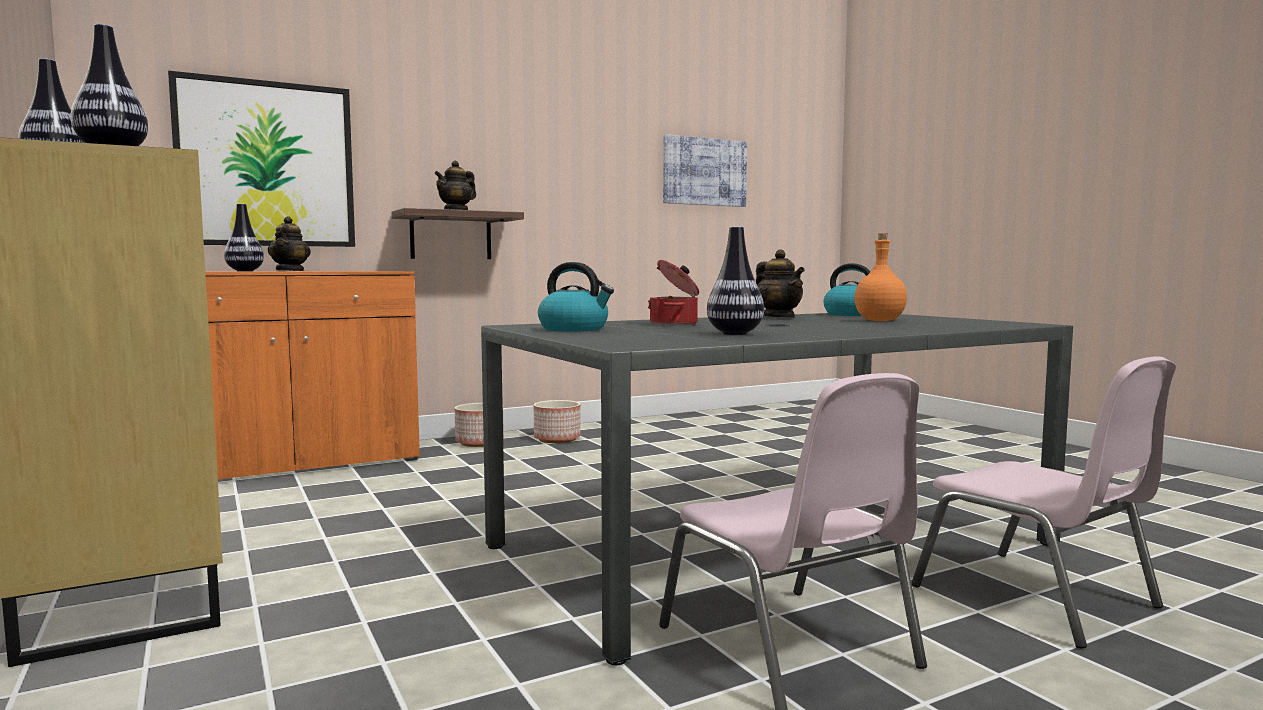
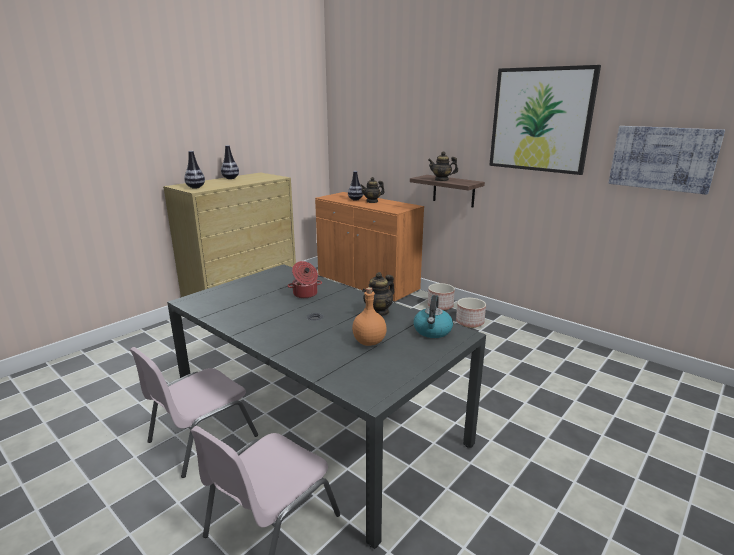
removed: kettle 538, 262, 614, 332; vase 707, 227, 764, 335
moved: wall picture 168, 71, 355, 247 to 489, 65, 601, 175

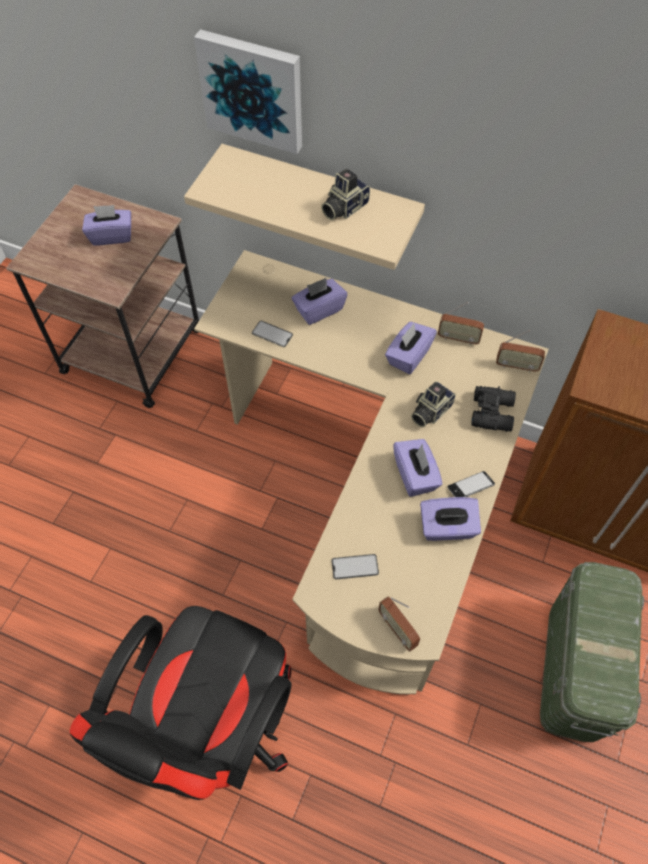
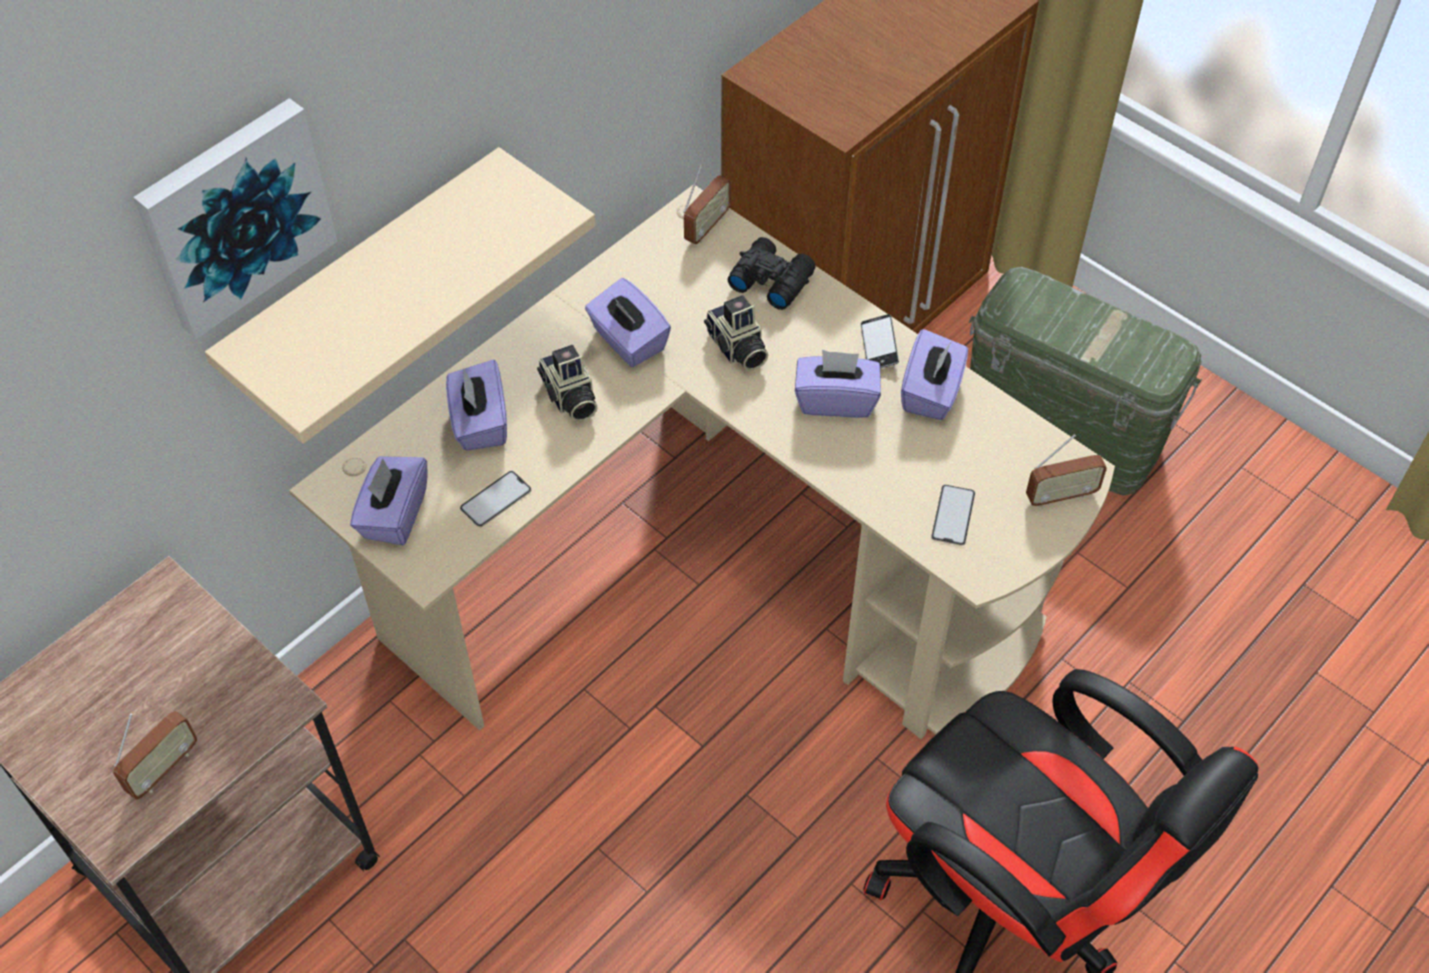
moved: purple tissue holder 82, 205, 131, 246 to 350, 456, 427, 545; still camera 321, 169, 370, 220 to 537, 345, 598, 421; radio set 438, 302, 484, 346 to 113, 711, 197, 800

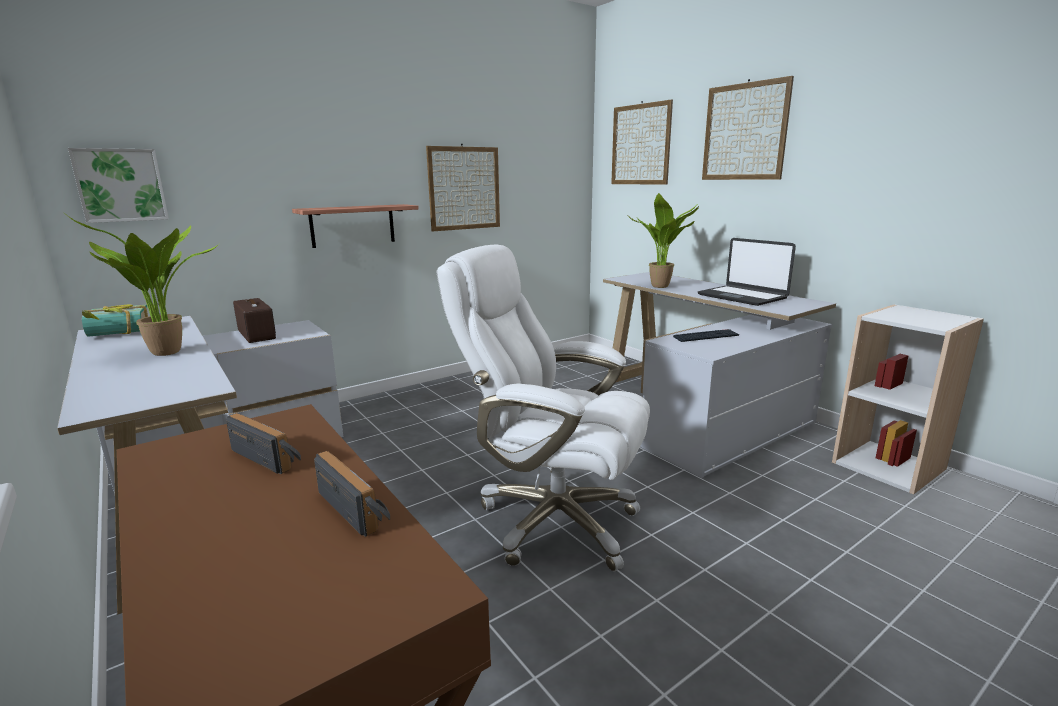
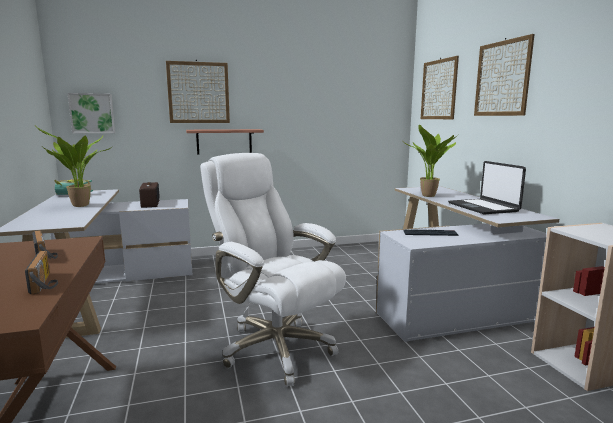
moved: wall picture 426, 144, 500, 231 to 166, 60, 230, 123

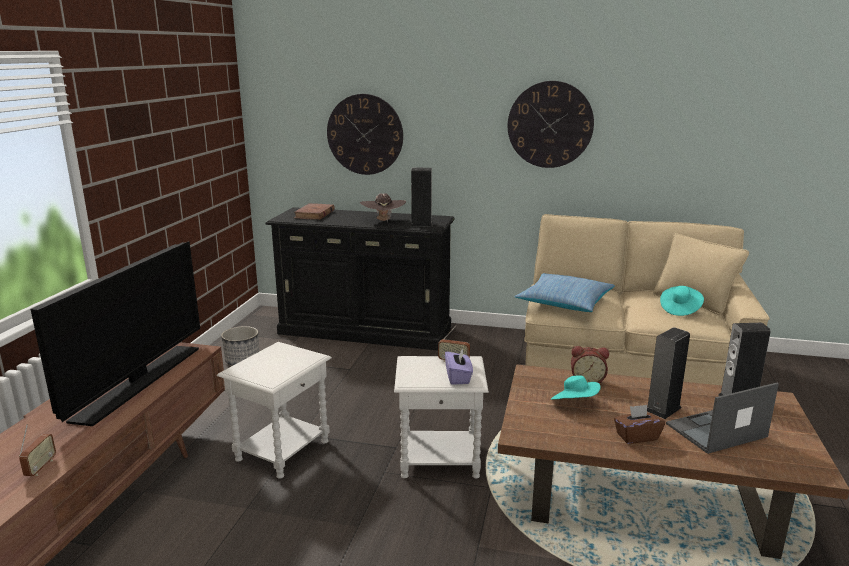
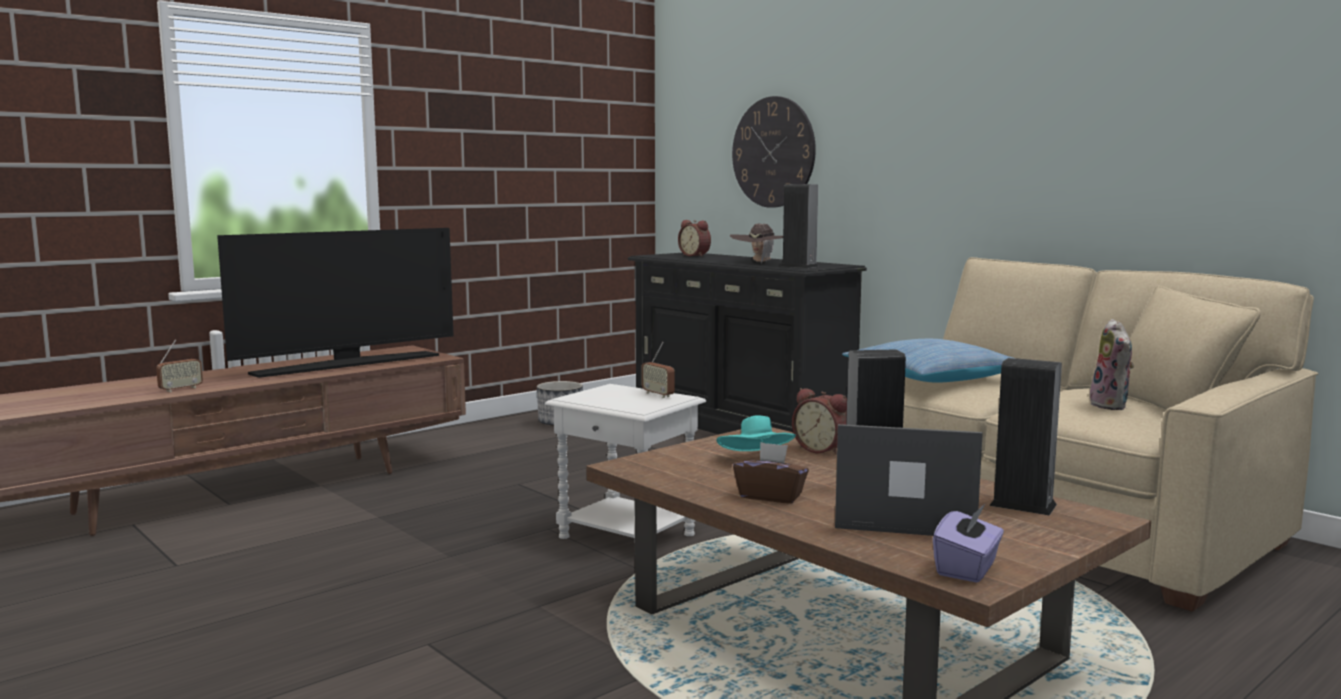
removed: white-coloured accent table 217, 342, 332, 479; hanging clock 508, 81, 594, 168
moved: purple tissue holder 445, 347, 473, 385 to 933, 504, 1004, 583
replaced: brownish bound book 294, 203, 335, 220 to bedside clock 678, 220, 711, 257; turquoise-coloured wearable hat 660, 286, 704, 316 to soft toy 1090, 319, 1134, 410

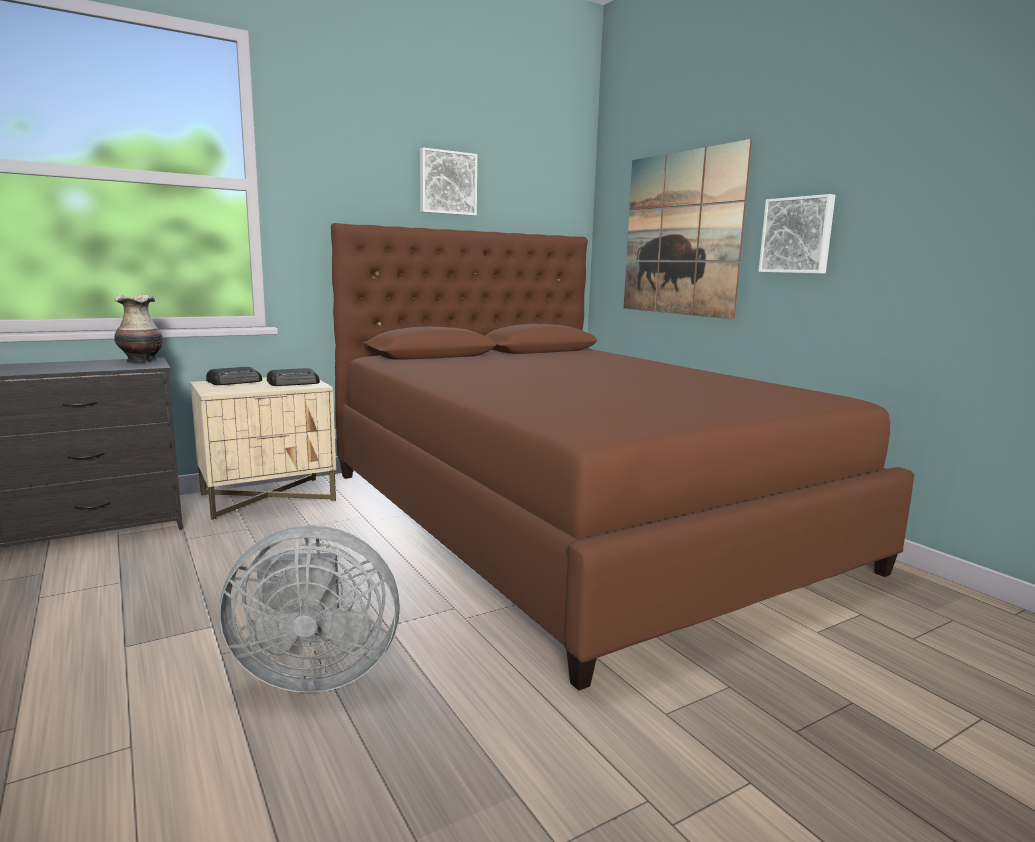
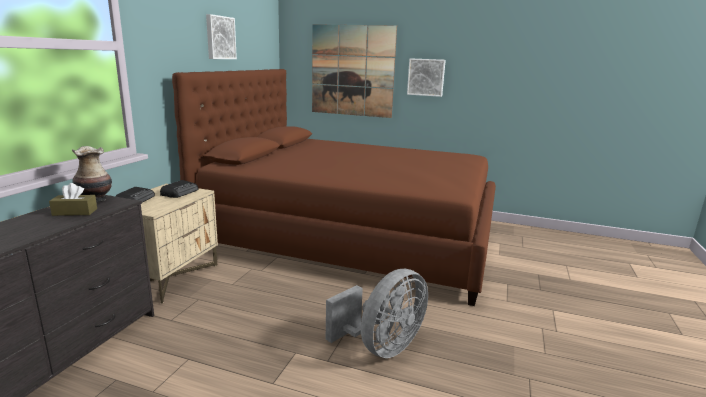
added: brownish tissue holder 49, 183, 97, 216

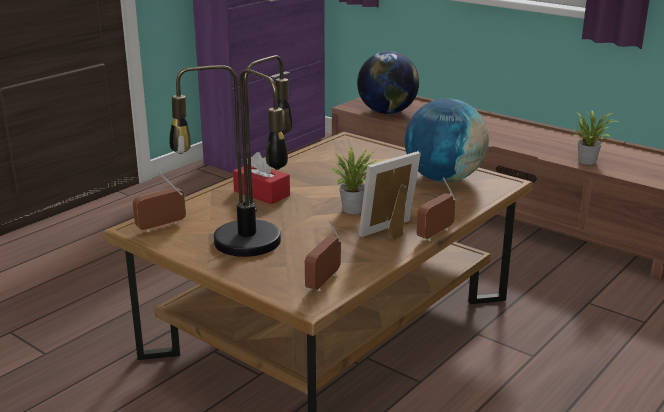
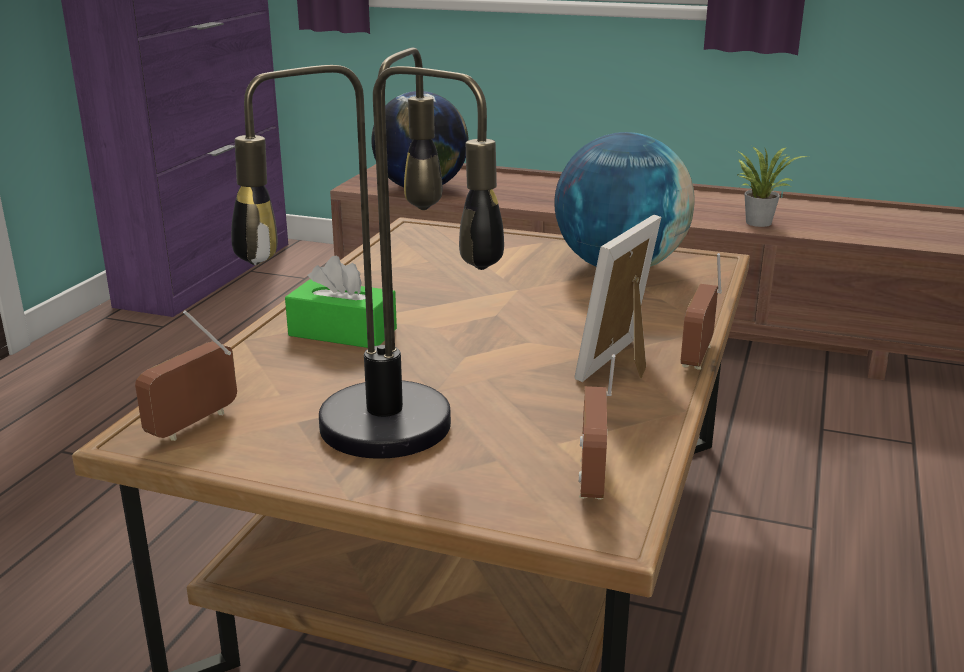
removed: houseplant 331, 147, 381, 214
recoloured: reddish tissue holder 233, 152, 290, 204 to green-coloured tissue holder 285, 256, 397, 348

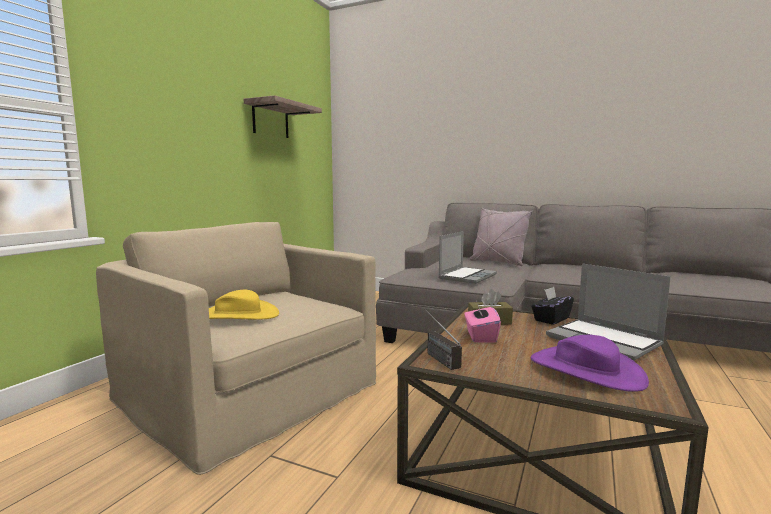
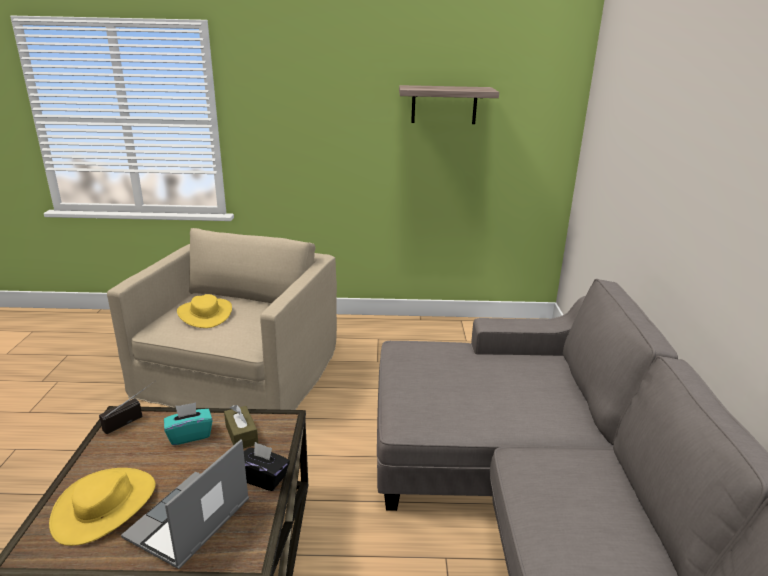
removed: notebook computer 438, 231, 497, 284; purple cushion 470, 208, 533, 266
recoloured: pink tissue holder 465, 303, 501, 343 to turquoise-coloured tissue holder 164, 402, 213, 445; purple wearable hat 531, 335, 649, 392 to yellow-coloured wearable hat 49, 468, 156, 546

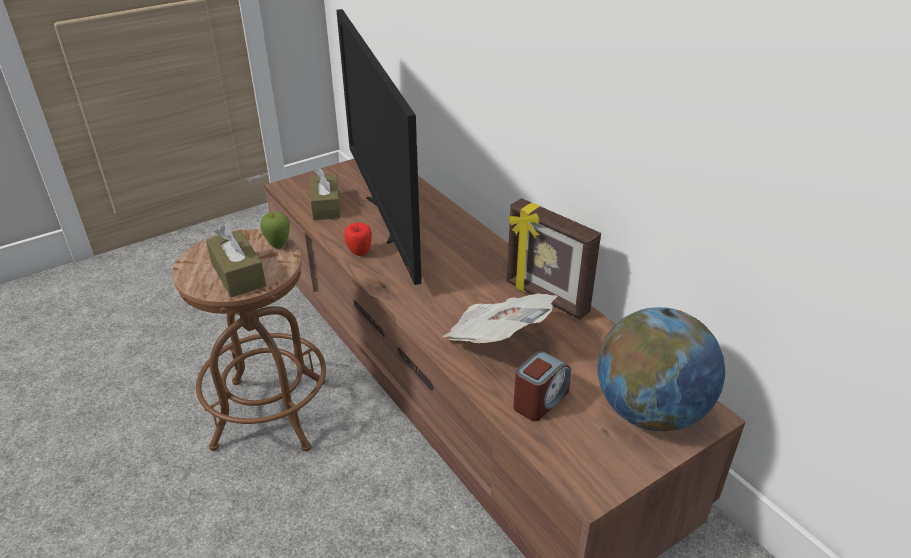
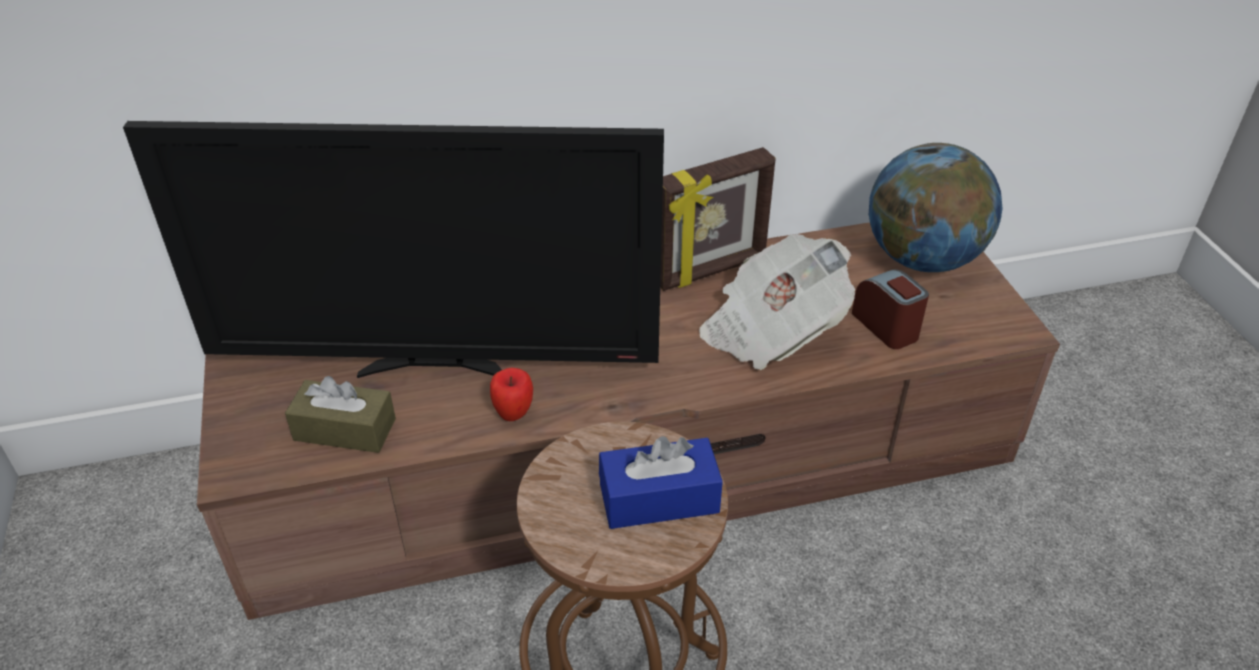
removed: whole apple 260, 212, 290, 249
recoloured: brownish tissue holder 206, 226, 266, 297 to blue tissue holder 599, 436, 723, 529

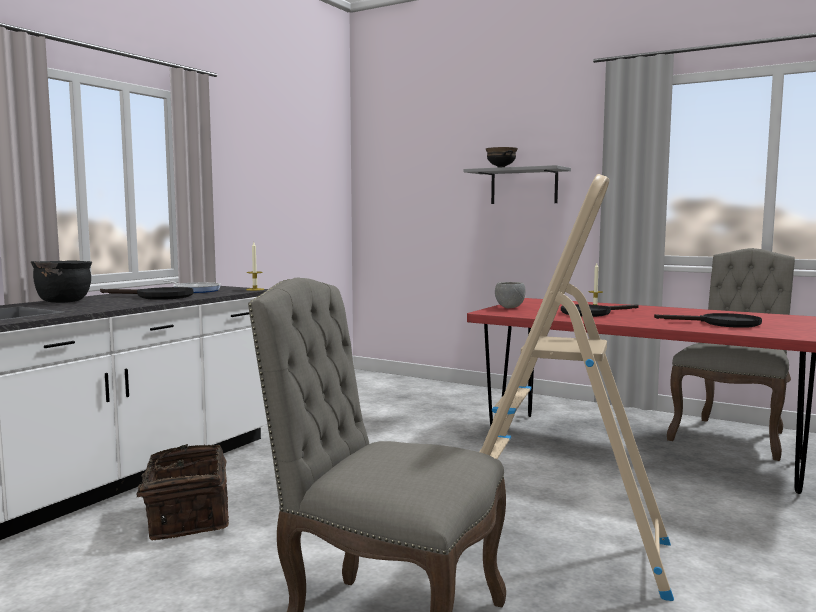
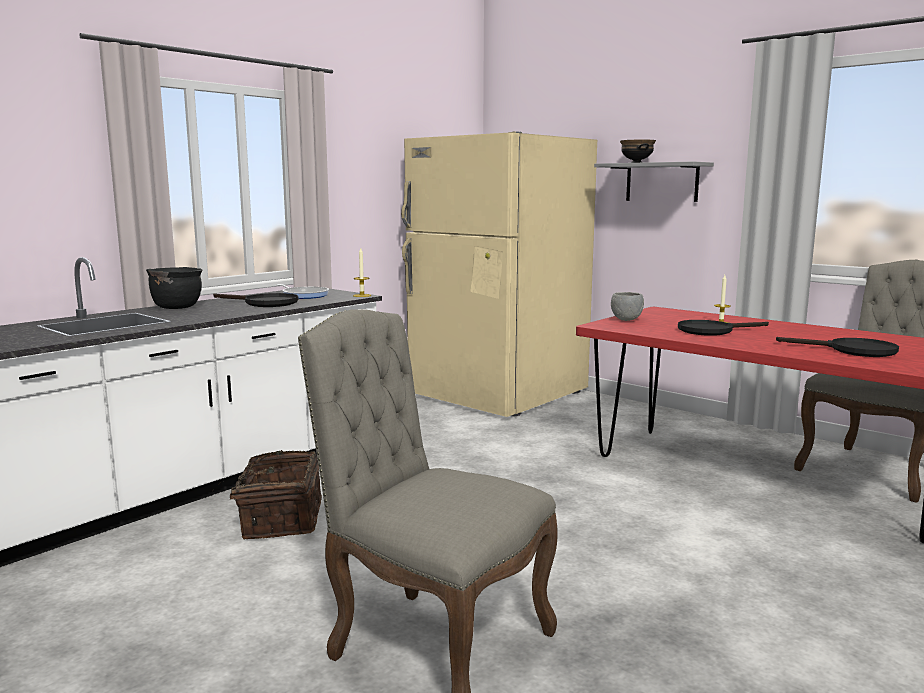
removed: beige step stool 479, 174, 674, 601
added: beige refrigerator 401, 131, 597, 417

